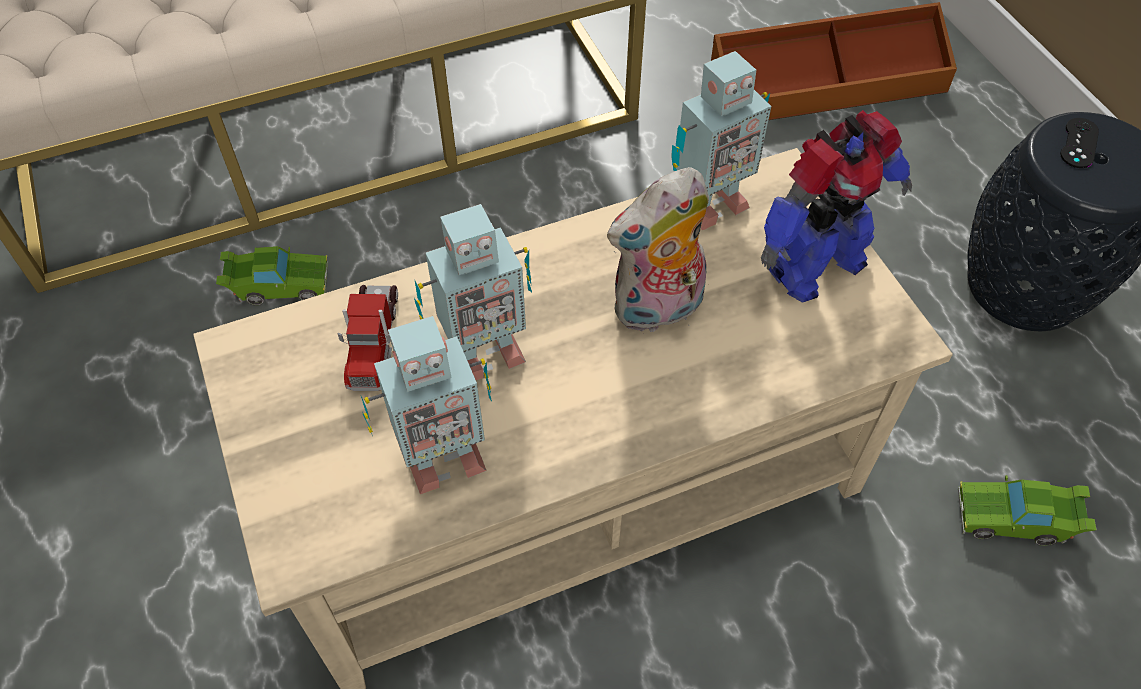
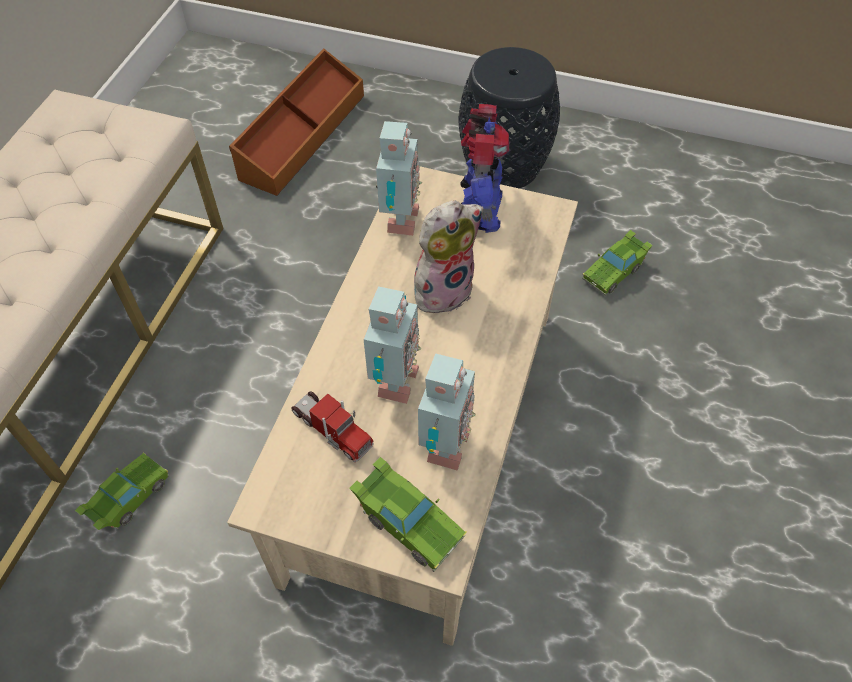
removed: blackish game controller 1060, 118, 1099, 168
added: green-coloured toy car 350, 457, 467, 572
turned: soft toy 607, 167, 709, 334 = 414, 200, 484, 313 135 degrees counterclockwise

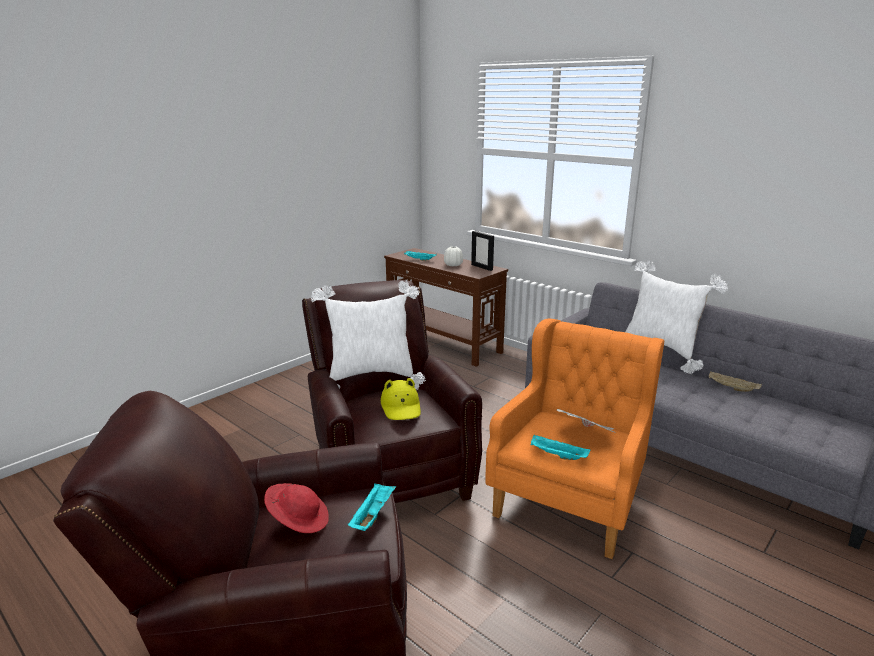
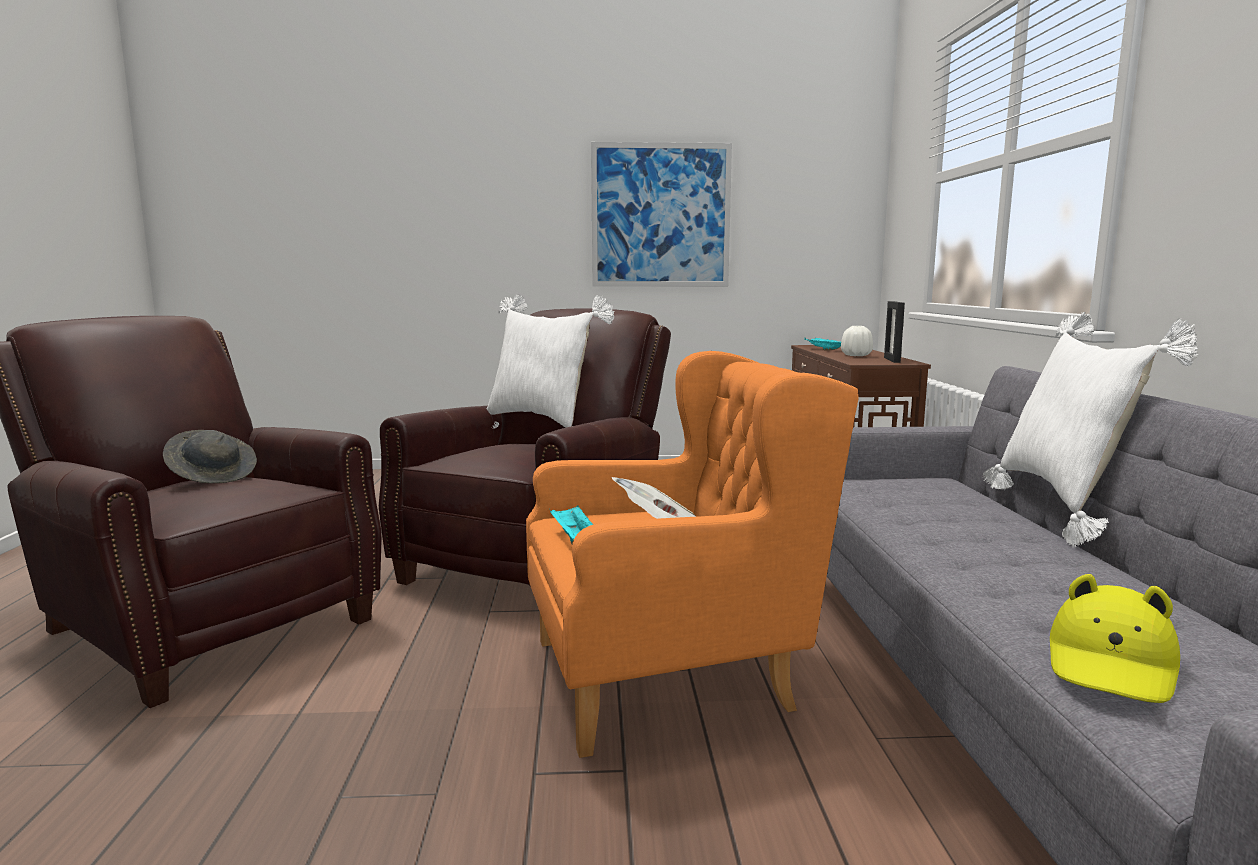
removed: turquoise-coloured serving tray 348, 483, 396, 531; beige serving tray 709, 372, 762, 392
added: wall picture 591, 142, 732, 286
moved: yellow-coloured wearable hat 381, 378, 421, 420 to 1050, 574, 1180, 703
recoloured: reddish wearable hat 264, 483, 329, 533 to grey wearable hat 163, 430, 257, 483

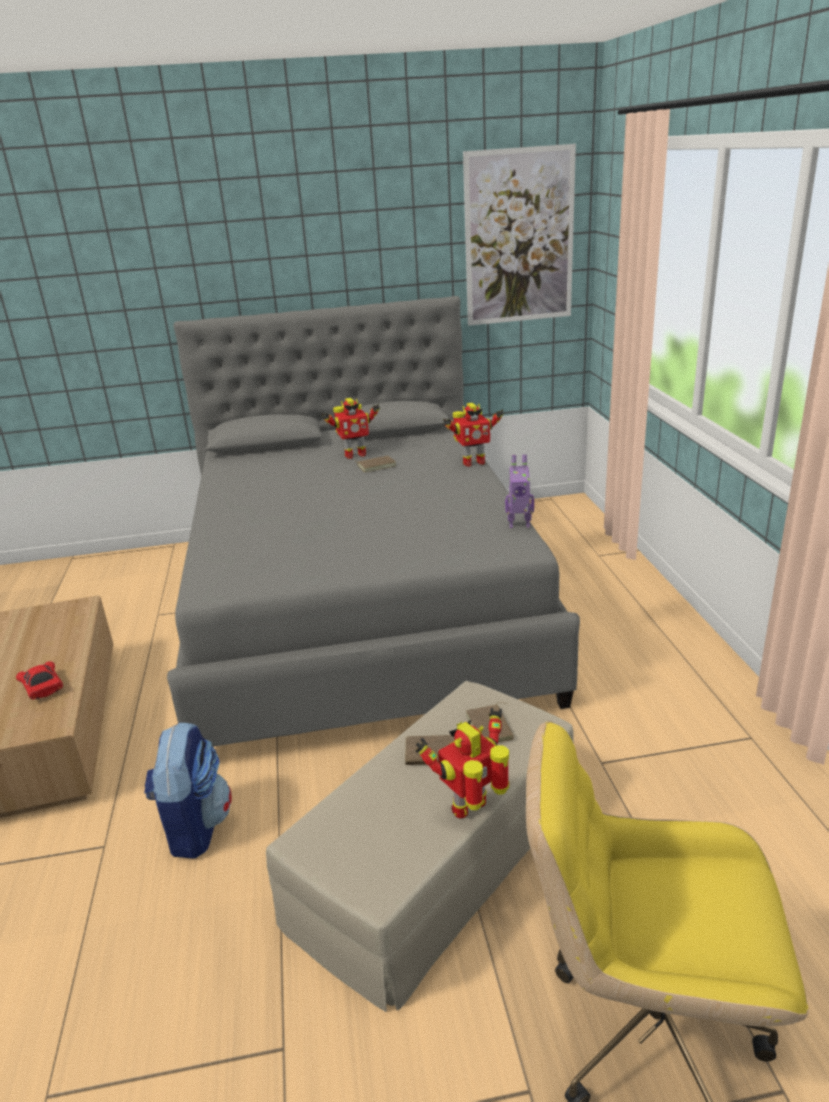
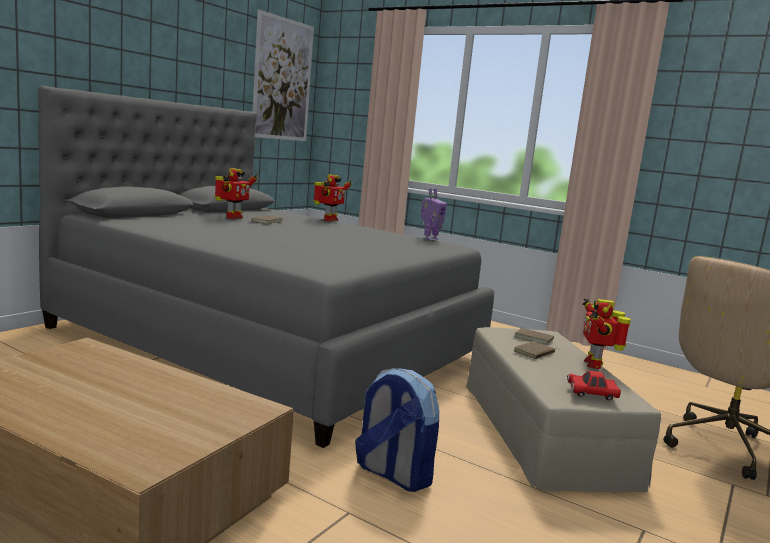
moved: reddish toy car 16, 661, 63, 700 to 567, 371, 621, 400

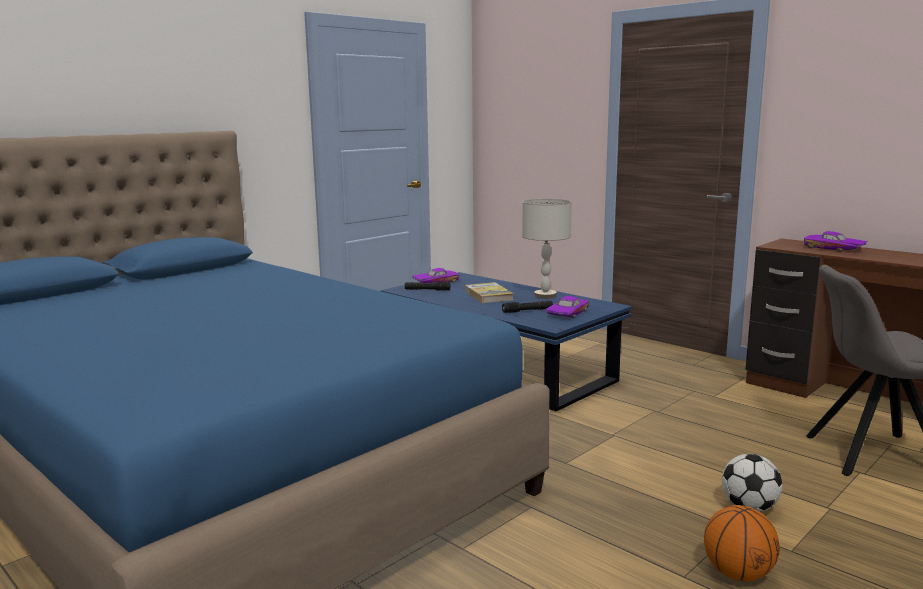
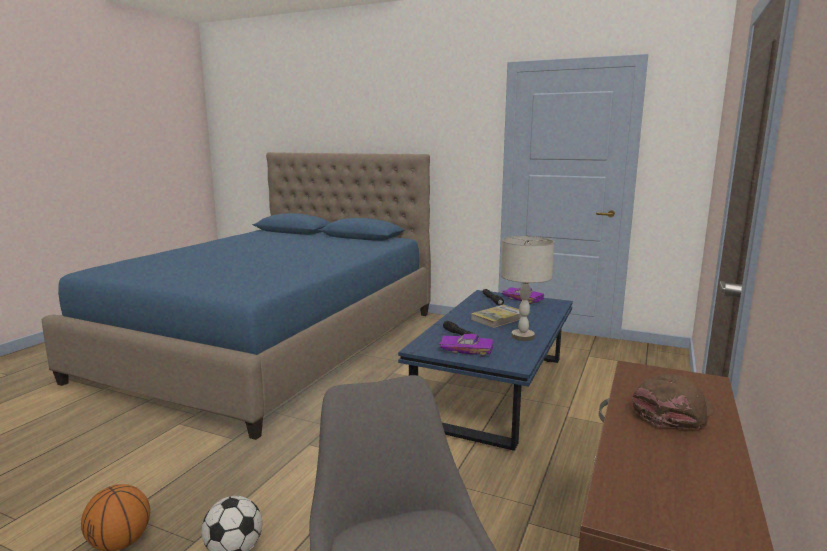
replaced: purple toy car 804, 231, 868, 252 to brownish peaked cap 632, 374, 714, 429

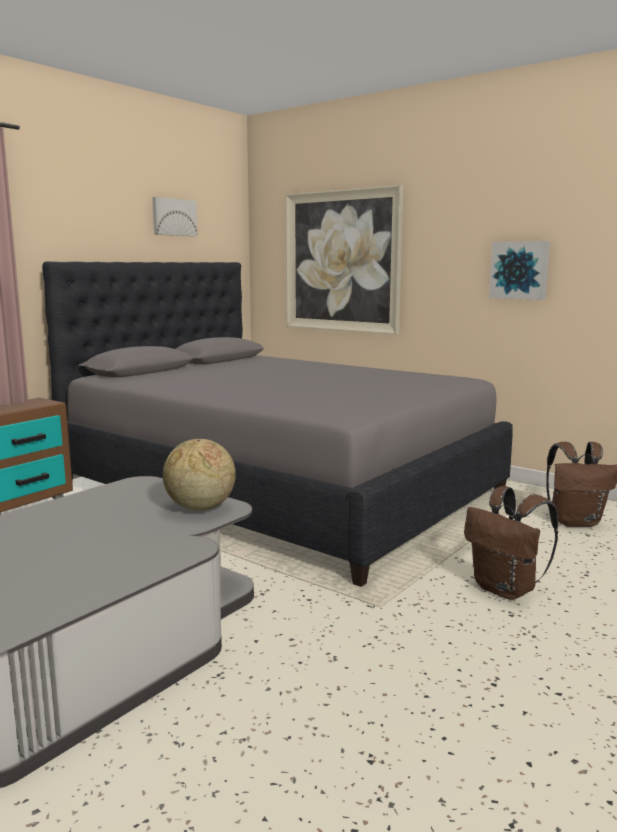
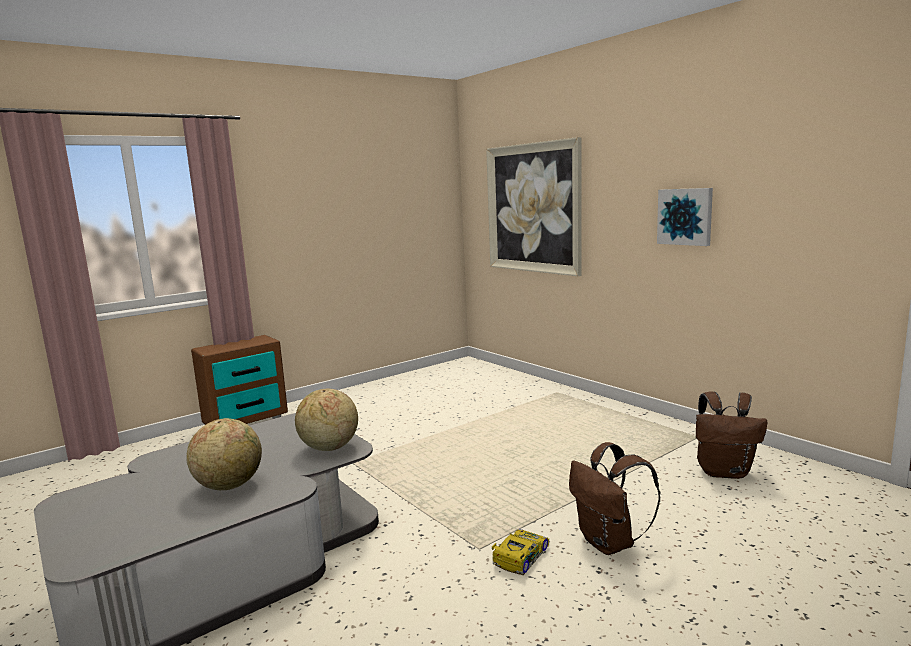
removed: grey sleeping bed 42, 261, 513, 587; wall picture 152, 197, 197, 236
added: world globe 186, 418, 262, 490; toy car 492, 529, 549, 575

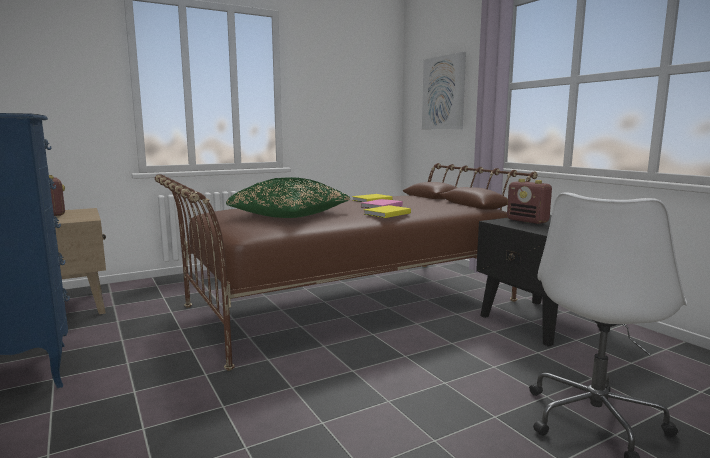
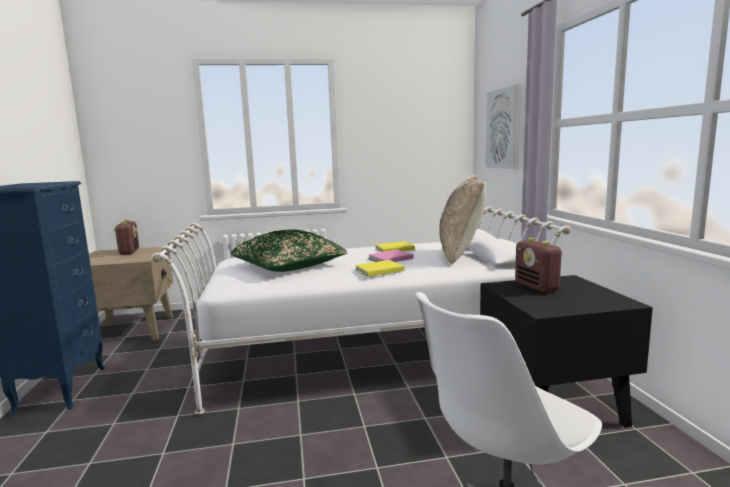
added: beige cushion 439, 174, 486, 264
recoloured: brownish sleeping bed 155, 163, 538, 370 to white-coloured sleeping bed 151, 206, 571, 415

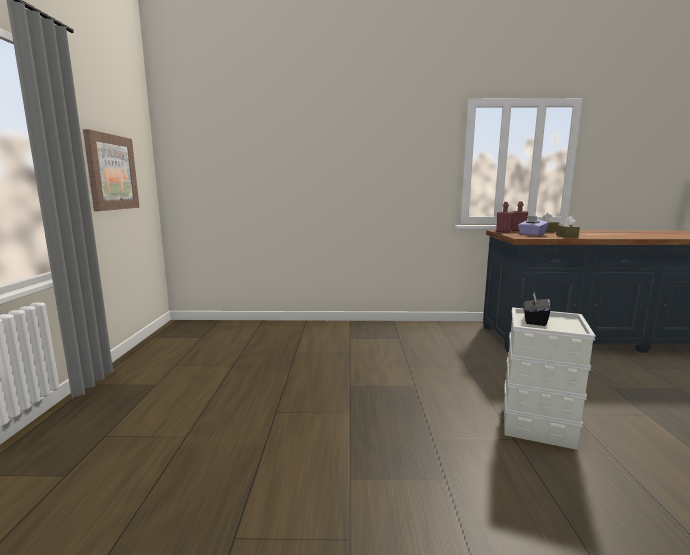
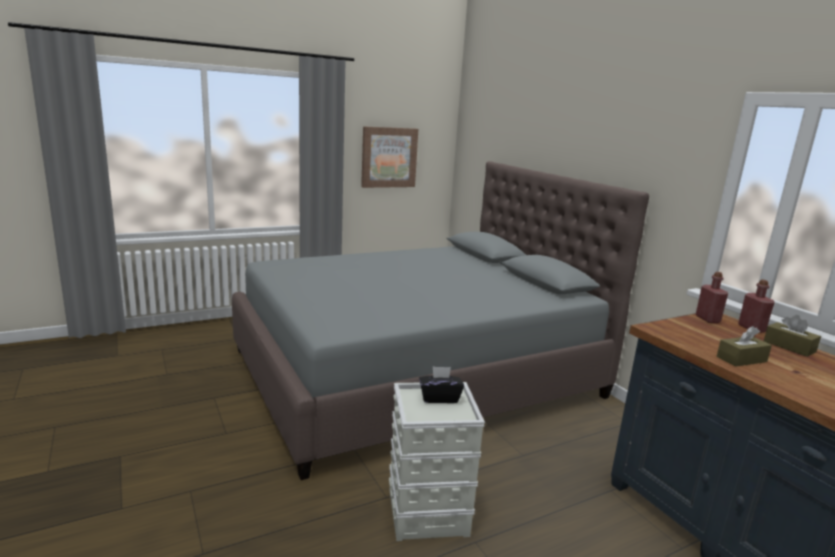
removed: purple tissue holder 518, 215, 548, 236
added: grey sleeping bed 232, 161, 649, 480

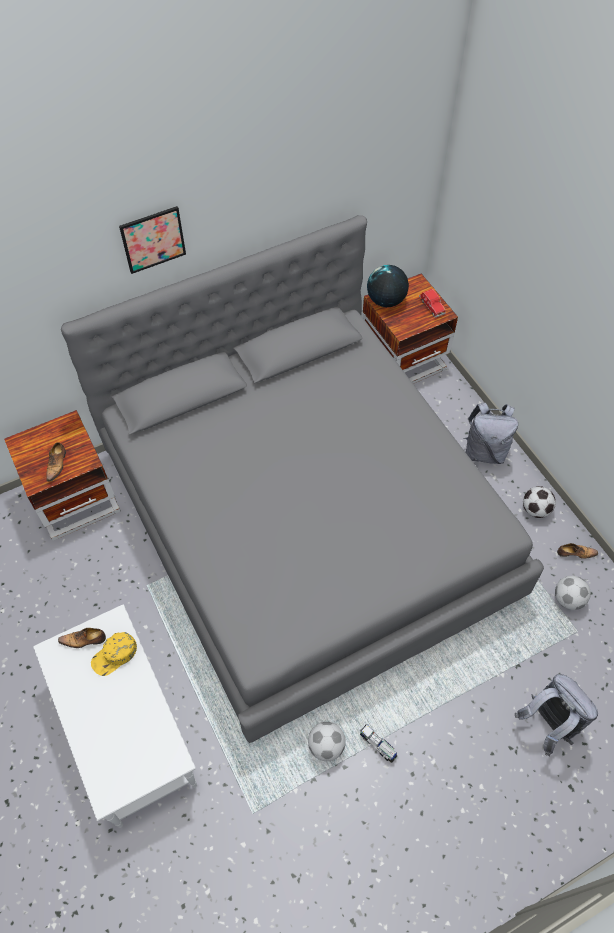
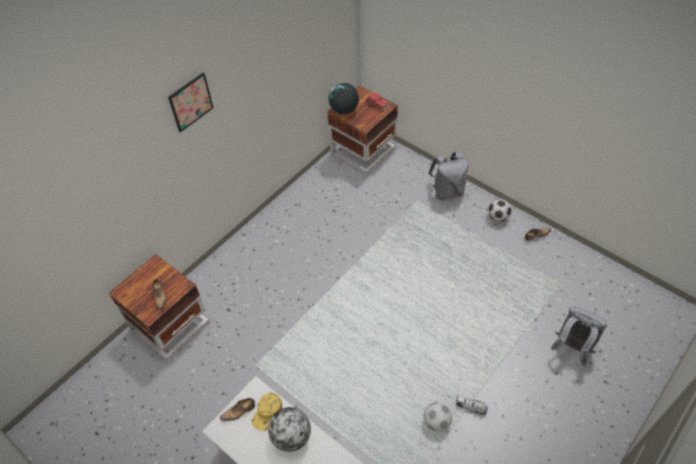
removed: grey sleeping bed 61, 215, 544, 743; ball for football 555, 576, 591, 610
added: world globe 268, 407, 311, 452

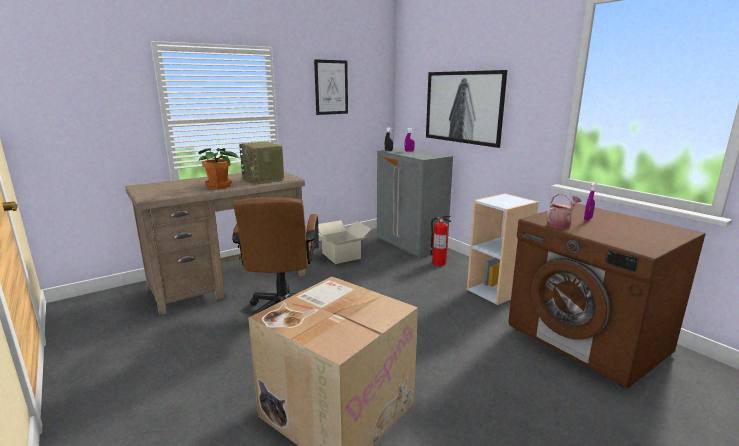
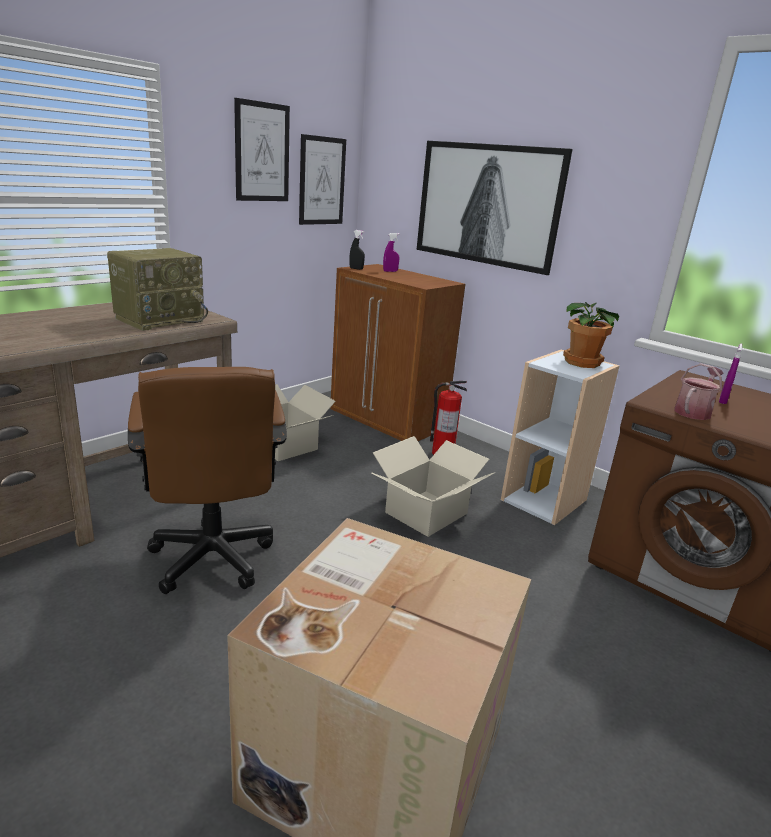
added: wall picture 299, 134, 346, 225; cardboard box 372, 436, 495, 537
moved: houseplant 198, 148, 239, 189 to 563, 302, 619, 368
recoloured: grey storage cabinet 377, 148, 453, 257 to brownish storage cabinet 330, 264, 465, 441
turned: radio set 239, 141, 284, 185 = 107, 248, 208, 331 90 degrees counterclockwise

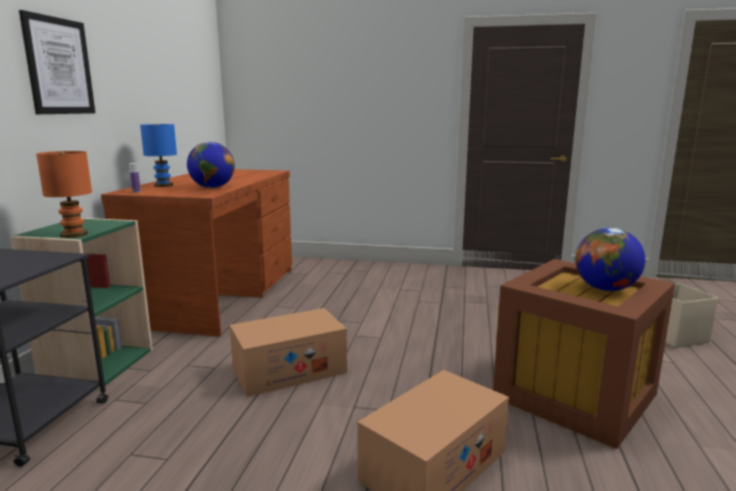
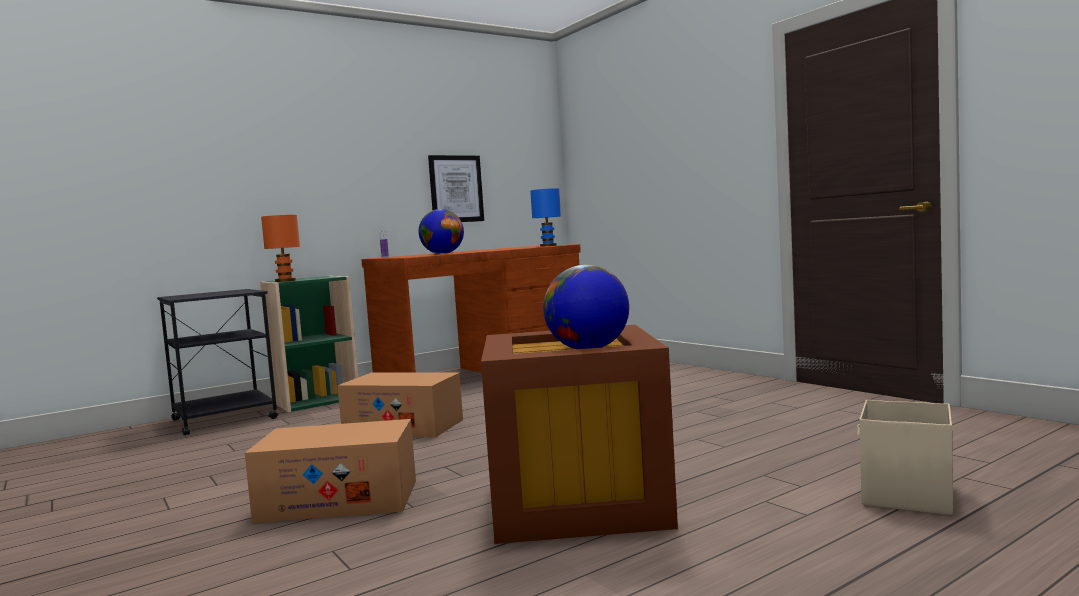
moved: wall picture 19, 10, 95, 114 to 428, 155, 484, 222; blue tabletop lamp 140, 124, 177, 187 to 530, 188, 561, 247

